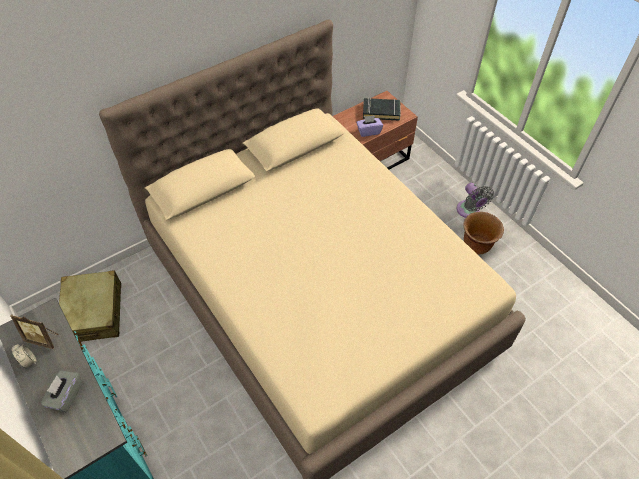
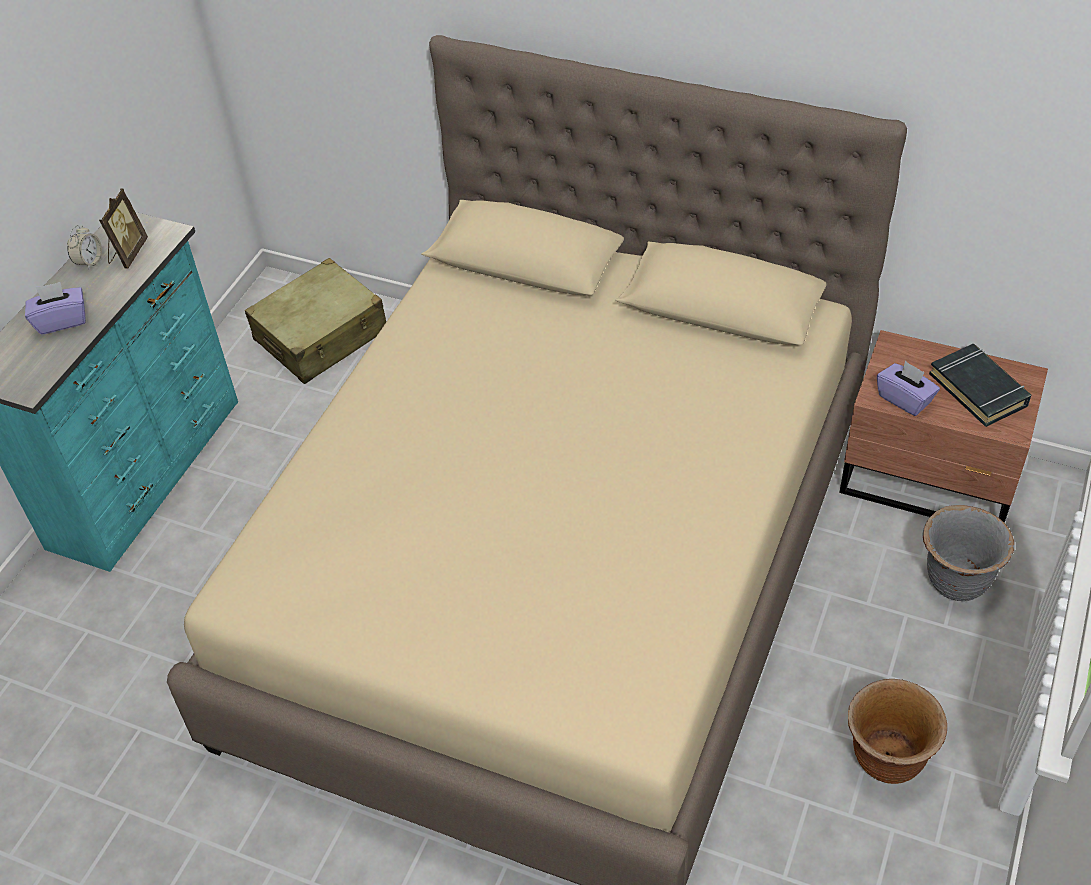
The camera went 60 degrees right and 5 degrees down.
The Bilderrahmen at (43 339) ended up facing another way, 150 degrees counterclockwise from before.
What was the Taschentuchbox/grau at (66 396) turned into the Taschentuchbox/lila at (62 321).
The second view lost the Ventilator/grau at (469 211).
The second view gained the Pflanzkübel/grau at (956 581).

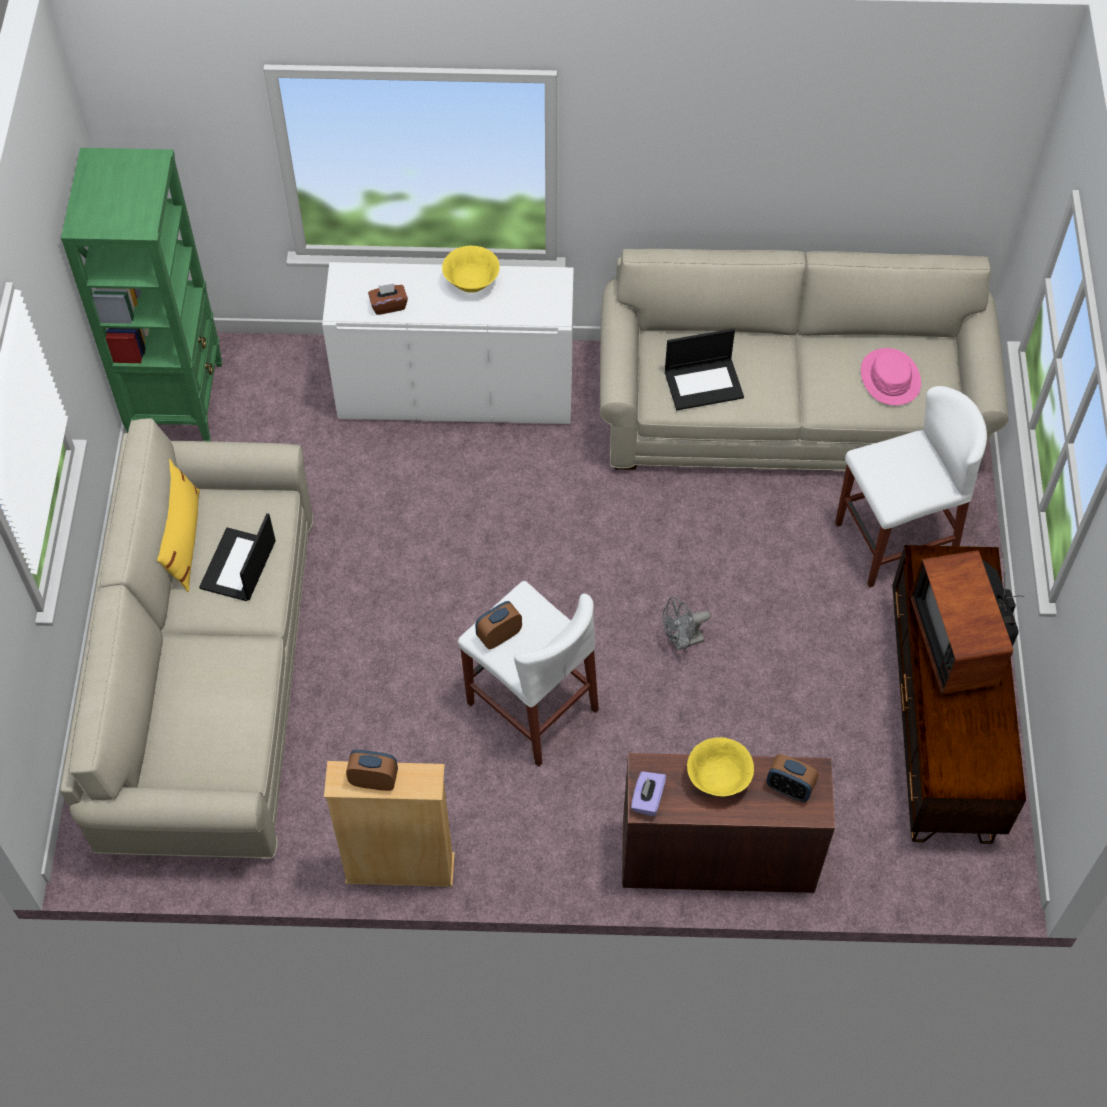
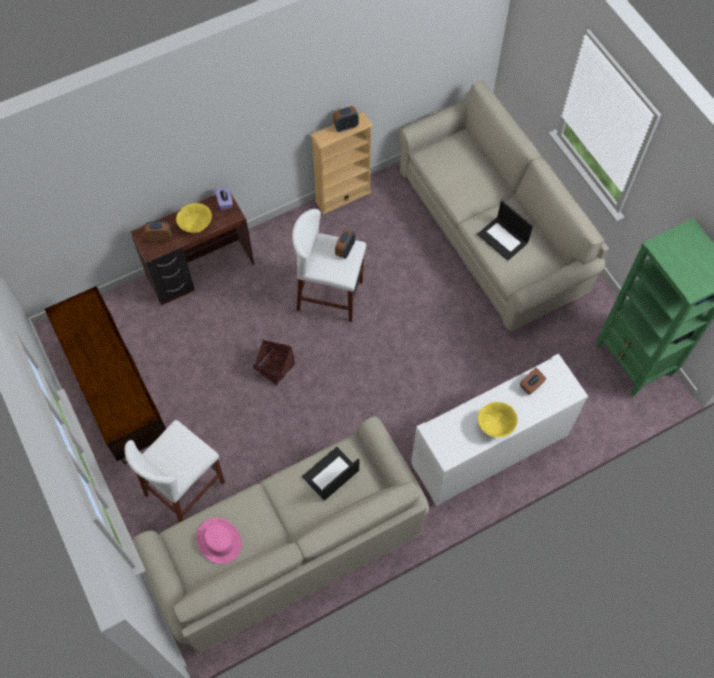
The camera went 150 degrees right and 5 degrees up.
The second view lost the Kissen/gelb at (183 540).
The Laptop at (238 566) ended up facing another way, 150 degrees clockwise from before.
Where the Ventilator/grau stood at (682 641), the Korb came to stand at (274 367).
The second view lost the Fernseher at (960 641).

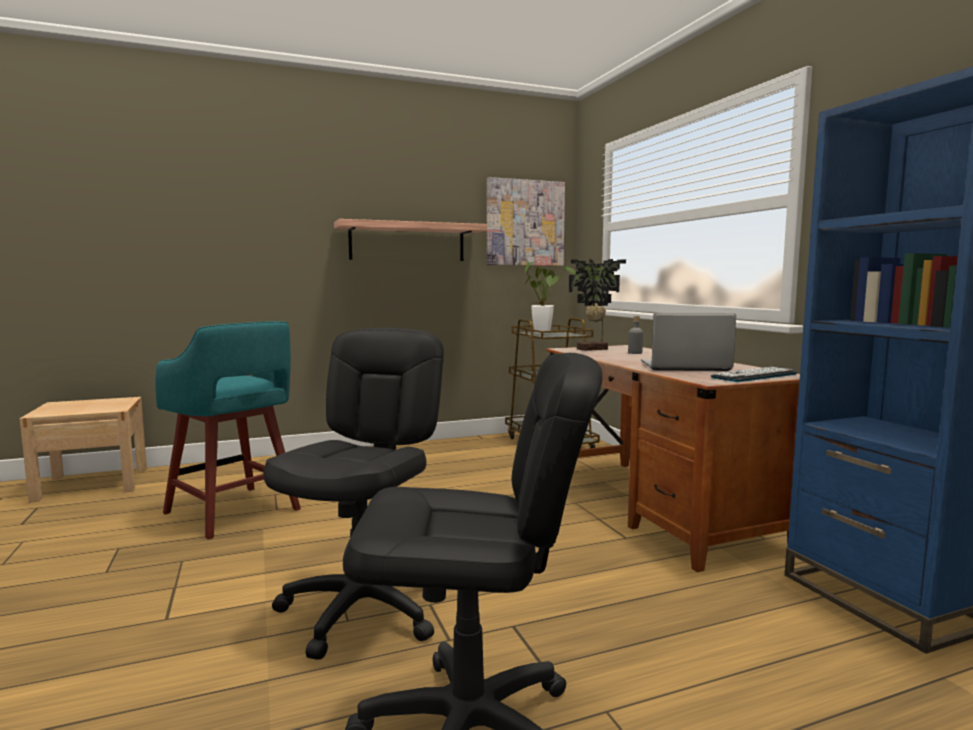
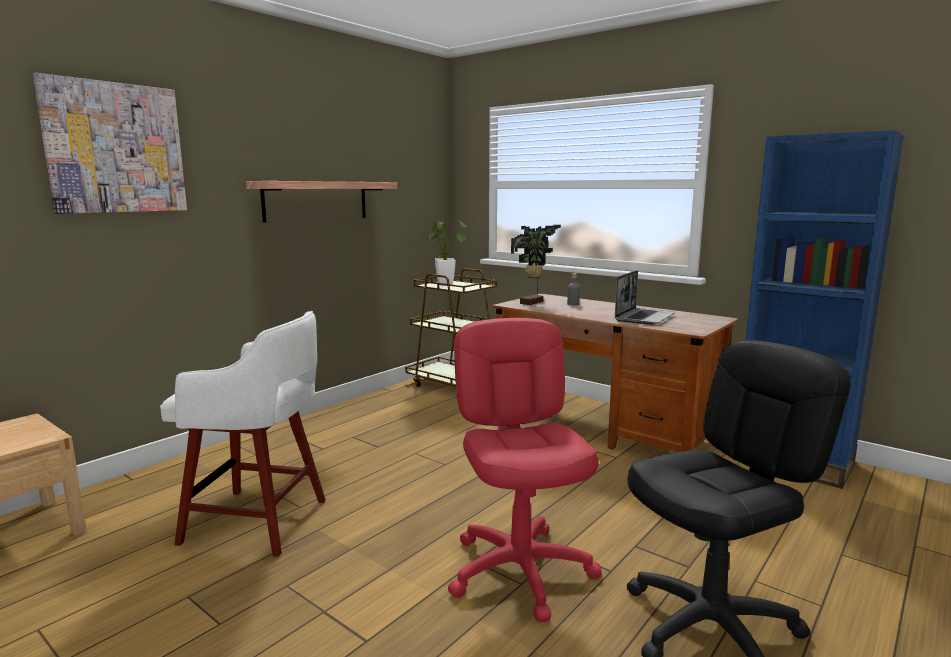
The camera went 30 degrees left and 5 degrees up.
What was the Hocker/türkis at (234 512) turned into the Hocker/weiß at (259 522).
What was the Bürostuhl/schwarz at (364 609) turned into the Bürostuhl/rot at (520 570).
The Bild ended up elsewhere, having gone from (525 223) to (115 148).
The Laptop at (683 367) ended up facing another way, 150 degrees clockwise from before.
The second view lost the Tastatur at (754 376).

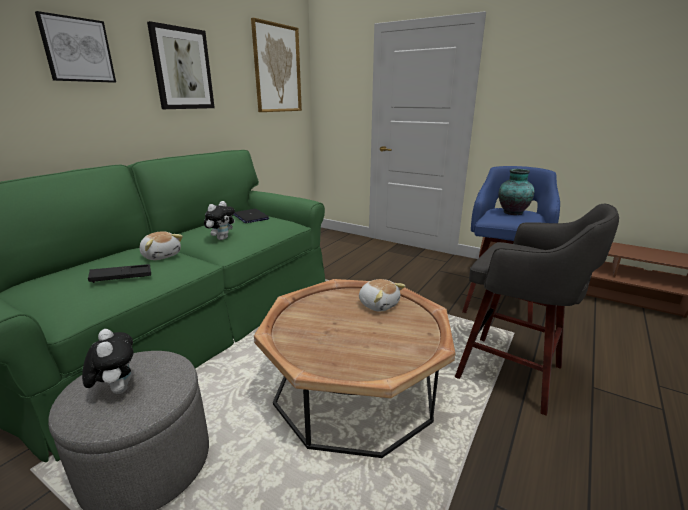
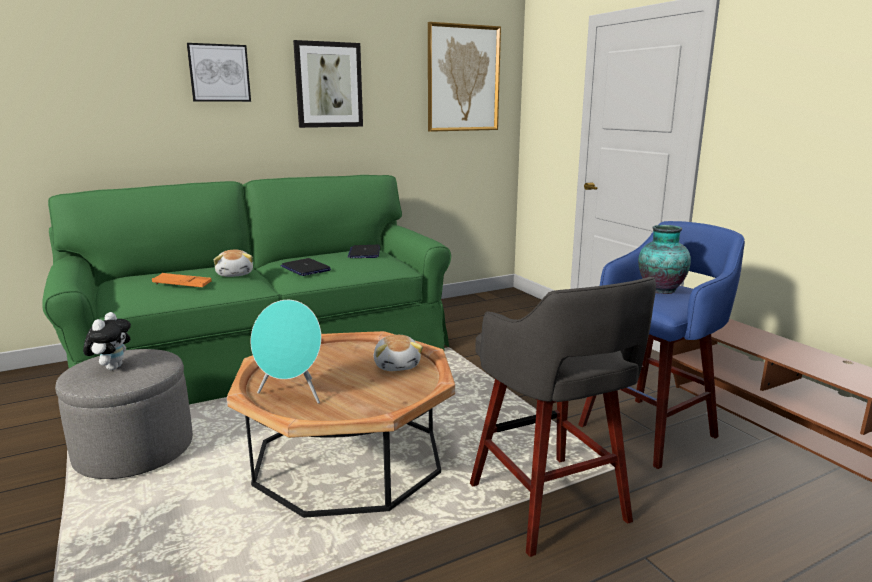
The camera went 30 degrees right and 5 degrees down.
What was the Tablett/schwarz at (121 277) turned into the Tablett/orange at (182 284).
Where the Plüschtier stood at (222 238), the Laptop came to stand at (305 268).
The second view gained the Lautsprecher/türkis at (292 395).

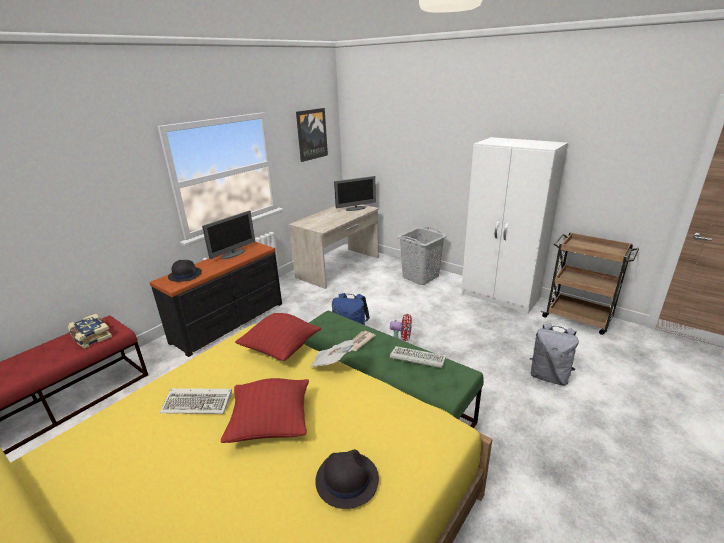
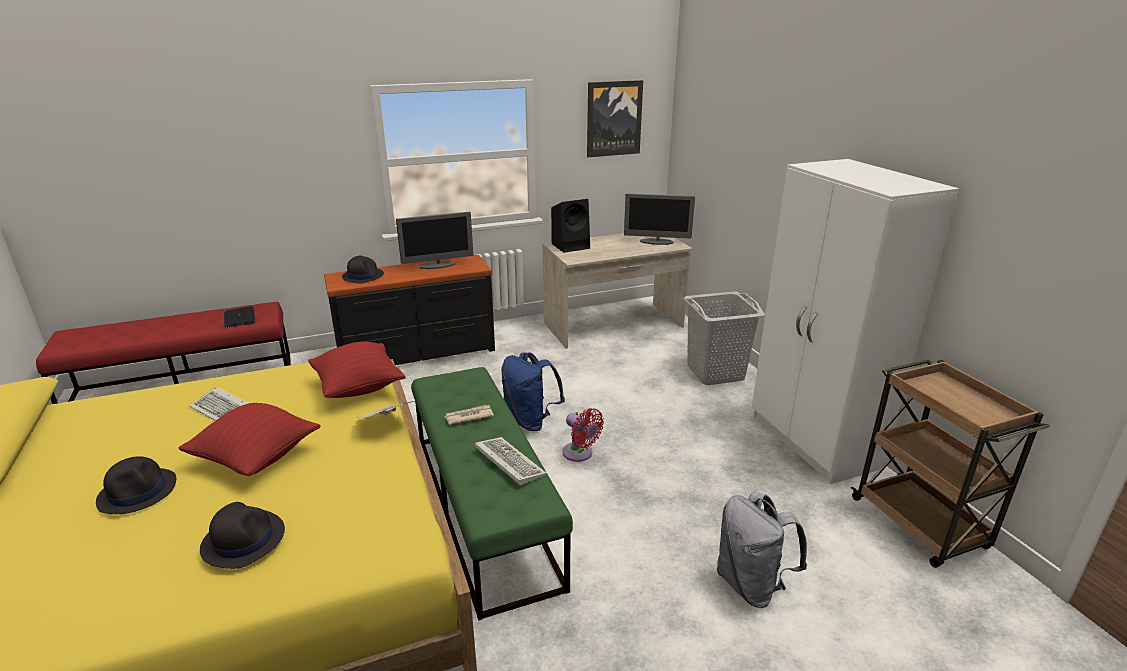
The camera went 30 degrees right and 0 degrees up.
Where the Buch stood at (91 337), the Laptop came to stand at (239 318).
The second view gained the Hut/schwarz at (138 491).
The second view gained the Lautsprecher/schwarz at (571 246).

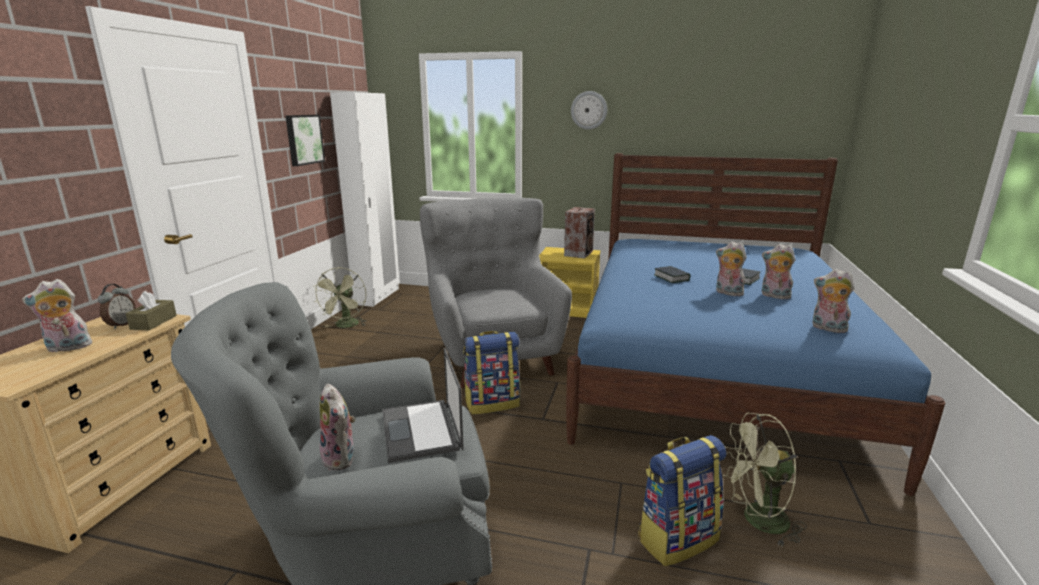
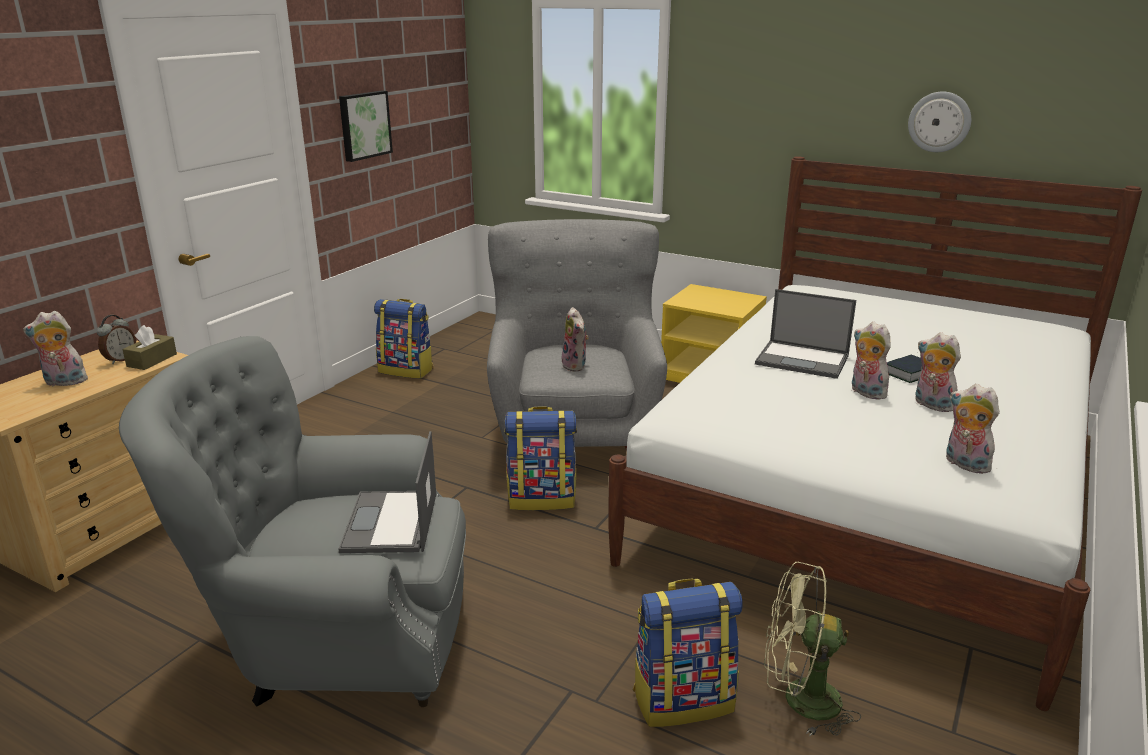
The camera went 15 degrees right and 5 degrees up.
Where the Ventilator/grün stood at (346 326), the Rucksack came to stand at (406 370).
The Plüschtier ended up elsewhere, having gone from (341 458) to (576 366).
The second view lost the Kleiderschrank/weiß at (377 296).
The second view lost the Lautsprecher at (579 253).
What was the Bett/blau at (712 369) turned into the Bett/weiß at (869 493).
The Wanduhr ended up elsewhere, having gone from (589 110) to (939 122).
Where the Buch stood at (671 278), the Laptop came to stand at (803 360).

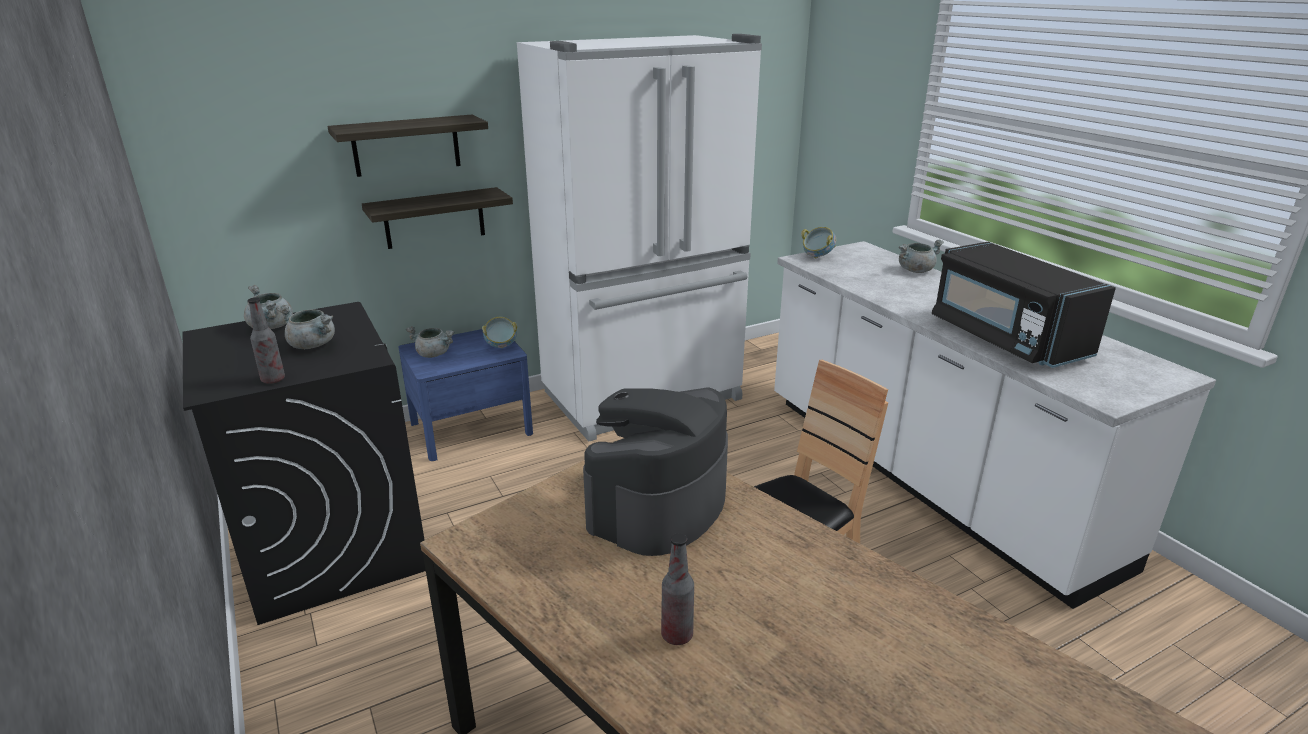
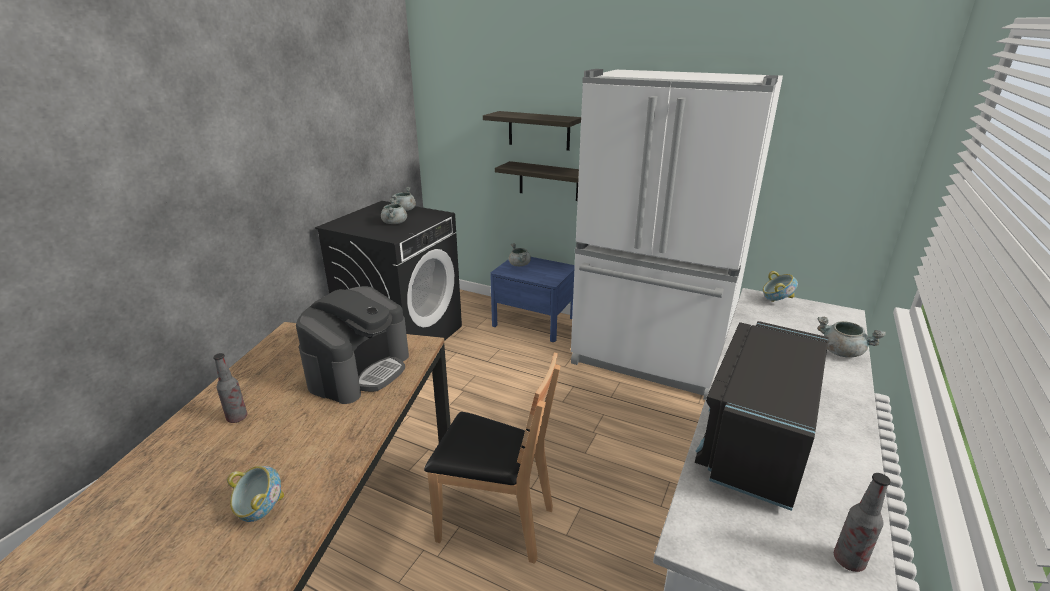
The camera went 55 degrees right and 0 degrees up.
The Flasche ended up elsewhere, having gone from (273 379) to (848 560).
The Schüssel ended up elsewhere, having gone from (501 346) to (260 511).
The Kaffeemaschine at (657 505) ended up facing another way, 120 degrees clockwise from before.

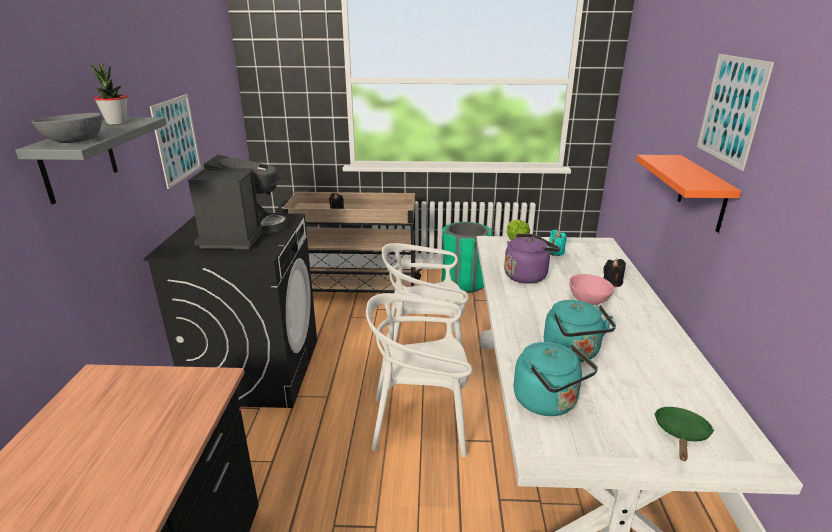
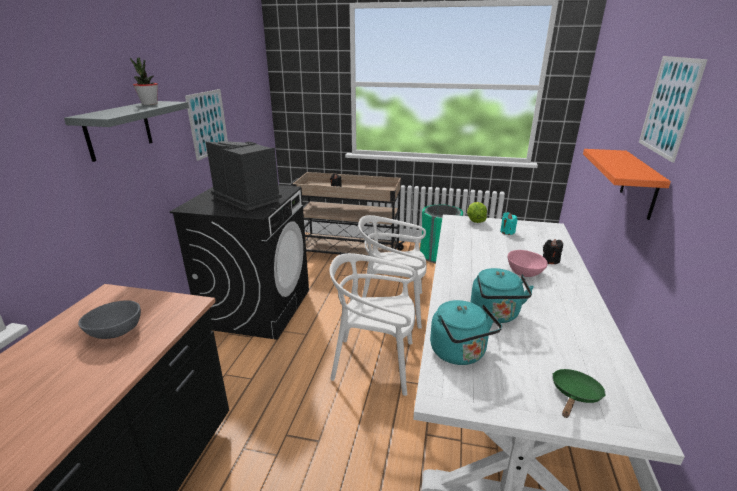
The camera went 10 degrees right and 0 degrees up.
The Schüssel/grau ended up elsewhere, having gone from (75 141) to (117 332).
The Kaffeemaschine at (242 234) ended up facing another way, 60 degrees counterclockwise from before.
The second view lost the Wasserkessel/lila at (527 275).

